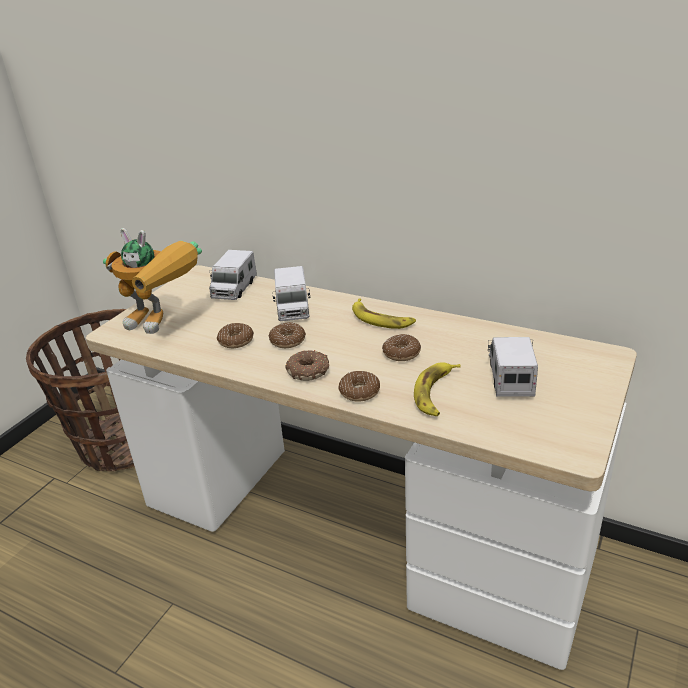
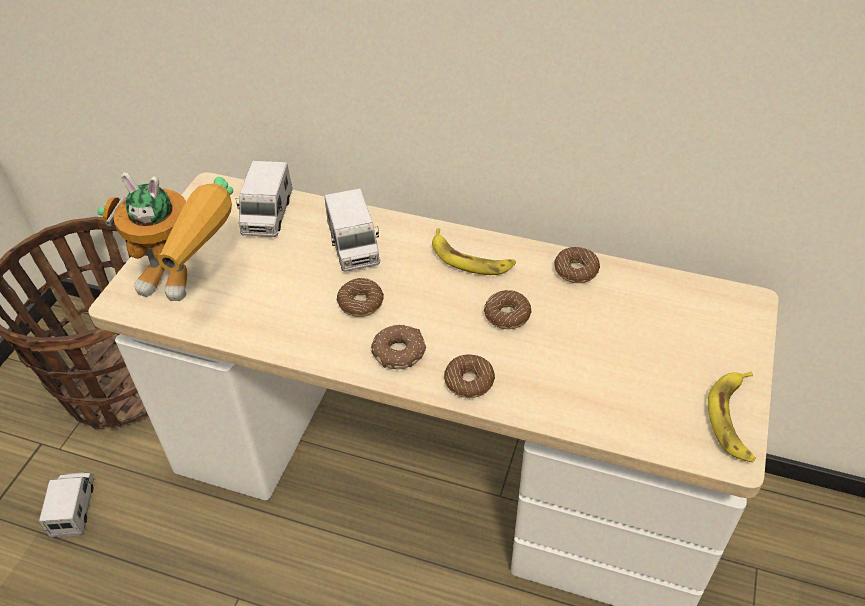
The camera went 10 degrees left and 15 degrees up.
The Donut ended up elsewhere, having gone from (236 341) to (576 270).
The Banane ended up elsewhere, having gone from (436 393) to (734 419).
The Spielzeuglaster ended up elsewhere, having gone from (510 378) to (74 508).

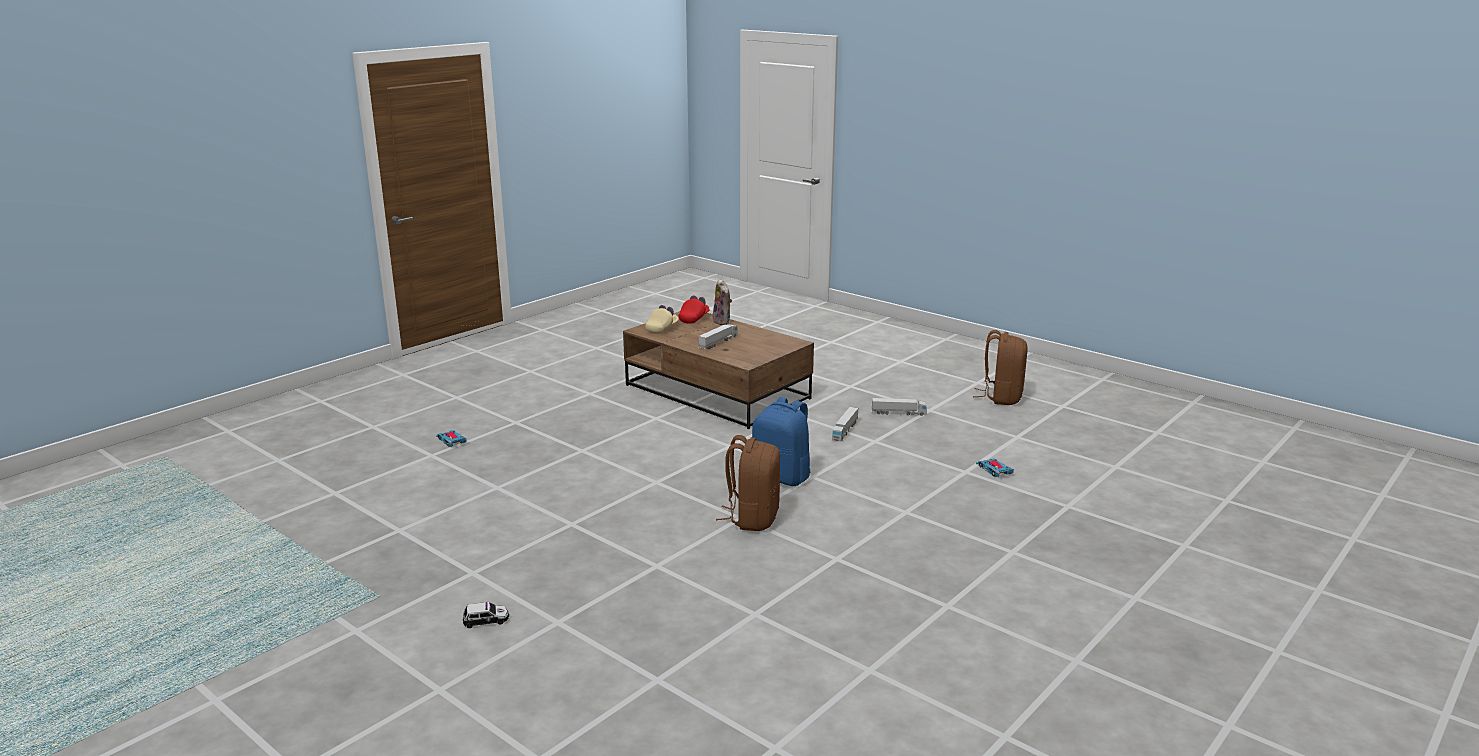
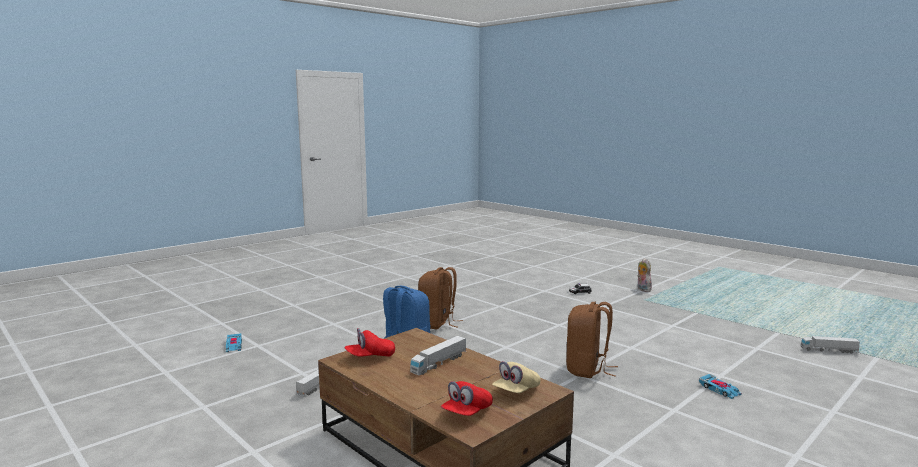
The camera went 175 degrees left and 10 degrees down.
The Plüschtier ended up elsewhere, having gone from (723 322) to (642 289).
The Spielzeuglaster ended up elsewhere, having gone from (898 413) to (829 350).
The Rucksack/braun ended up elsewhere, having gone from (1001 397) to (587 369).
The second view gained the Kappe/rot at (370 357).

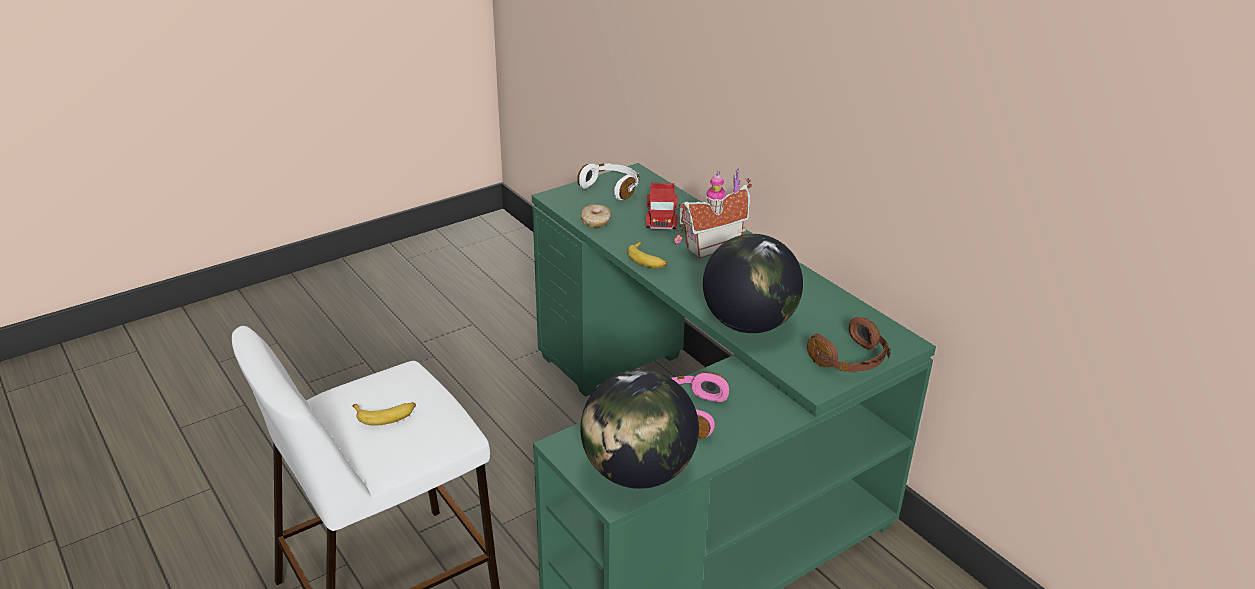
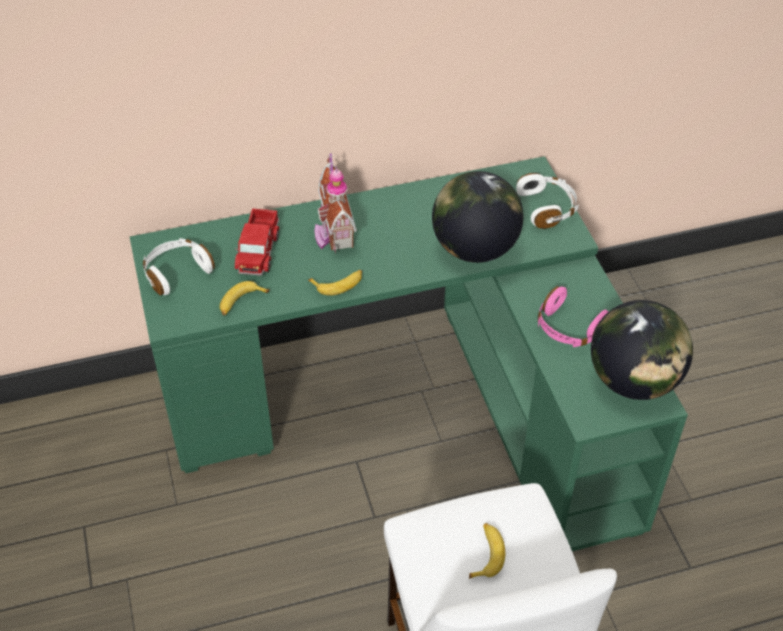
The camera went 70 degrees left and 15 degrees up.
Where the Donut stood at (596 221), the Banane came to stand at (241 302).
The Spielzeuglaster at (661 216) ended up facing another way, 75 degrees clockwise from before.
What was the Kopfhörer/braun at (850 360) turned into the Kopfhörer/weiß at (547 208).

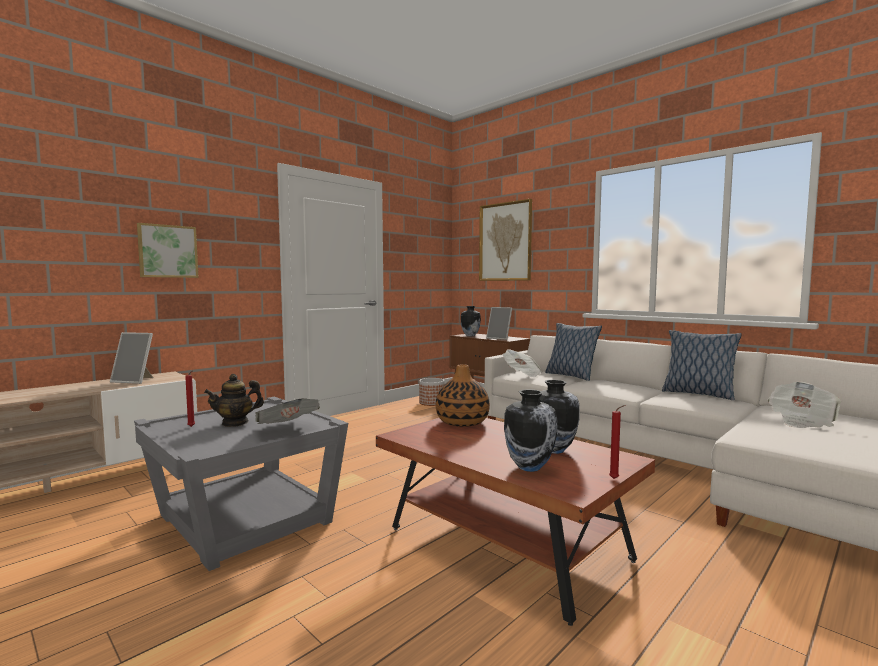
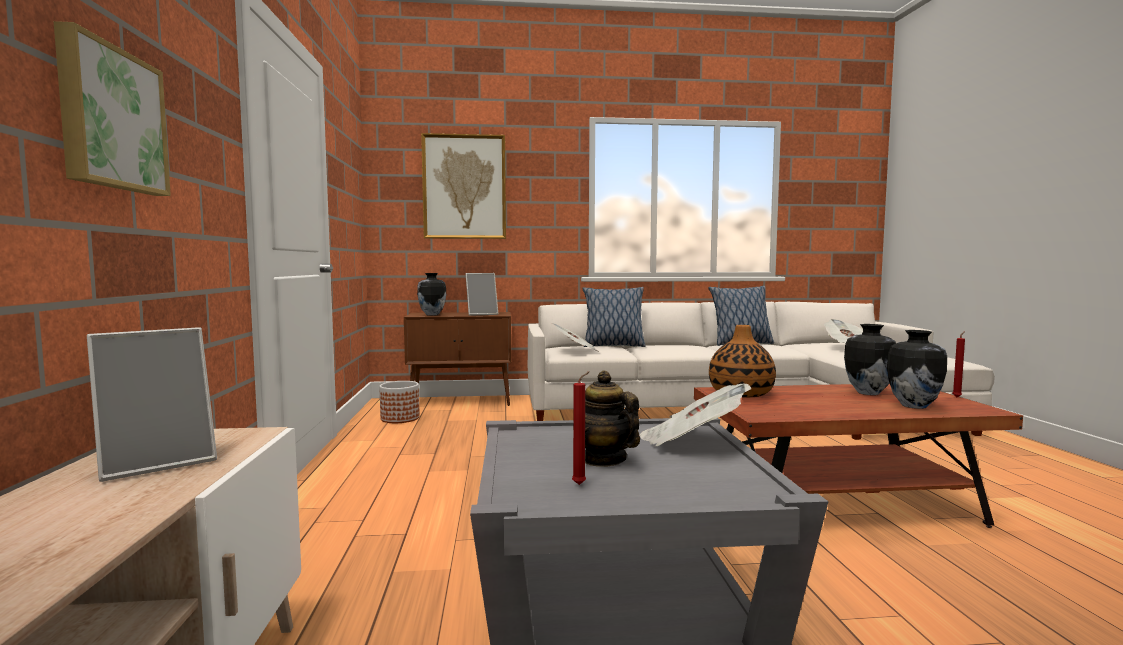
The camera went 50 degrees left and 0 degrees up.
The Teekanne at (235 423) ended up facing another way, 135 degrees clockwise from before.

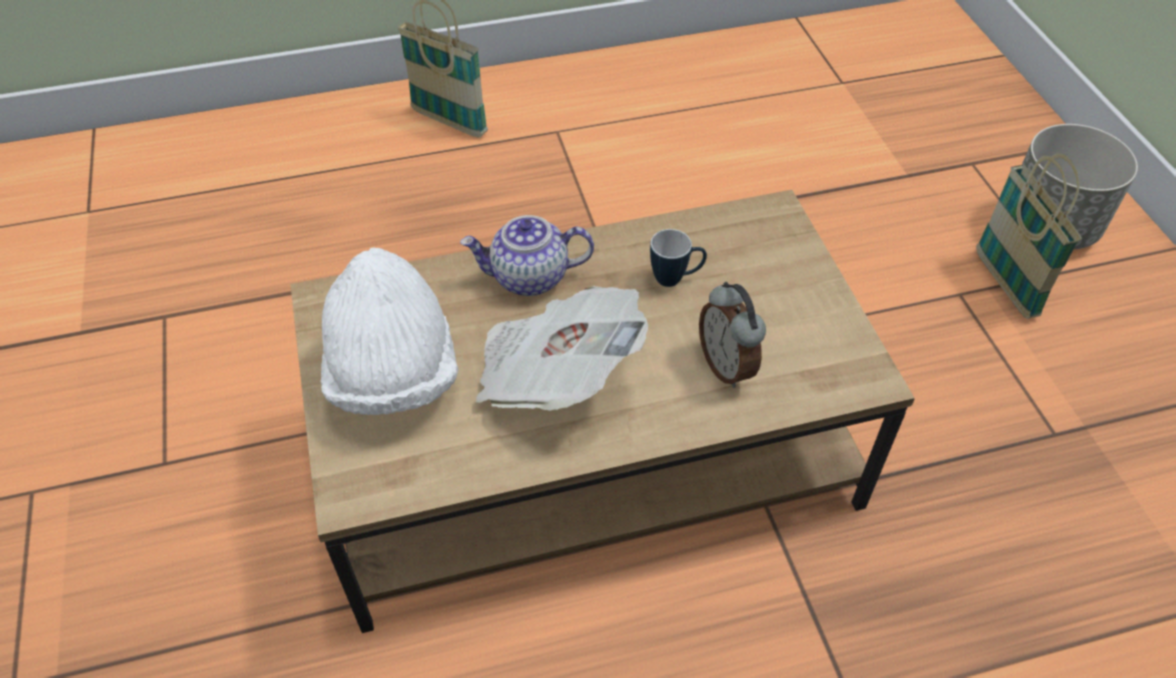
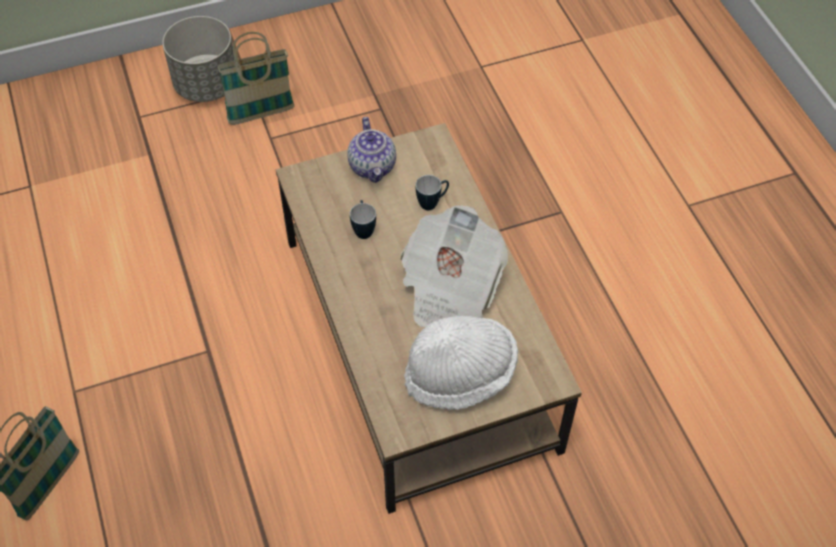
The camera went 95 degrees left and 5 degrees up.
The Teekanne ended up elsewhere, having gone from (529 278) to (373 166).
Where the Wecker stood at (727 366), the Henkelbecher came to stand at (432 203).

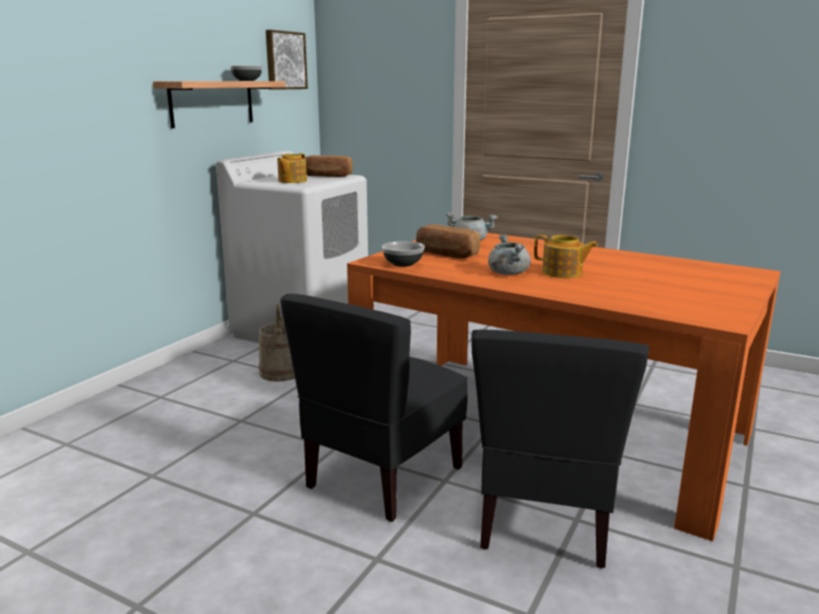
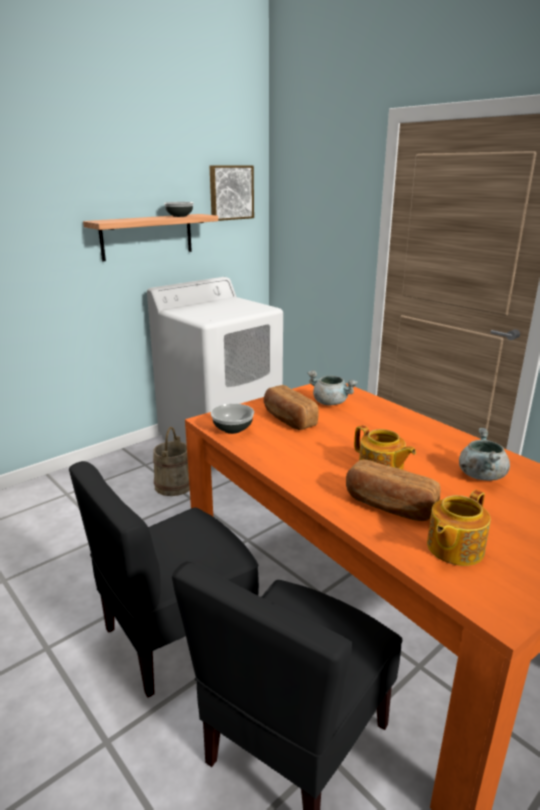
The camera went 20 degrees right and 5 degrees up.
The Teekanne ended up elsewhere, having gone from (292 181) to (453 548).
The Brot ended up elsewhere, having gone from (327 176) to (389 506).
The Kochtopf/grau ended up elsewhere, having gone from (507 273) to (480 475).

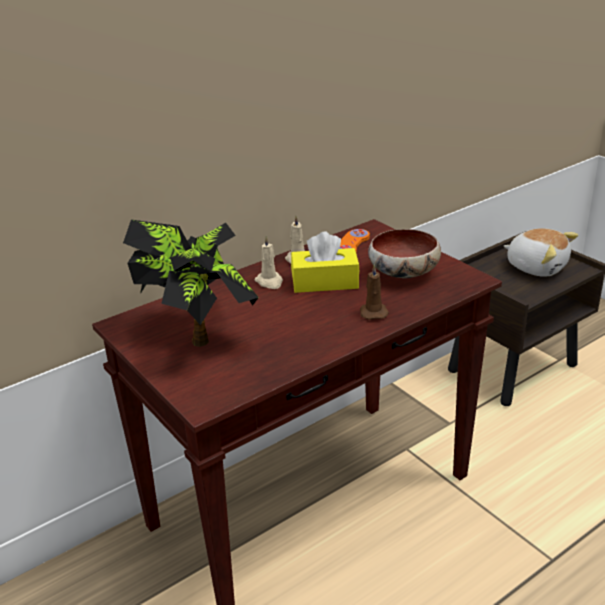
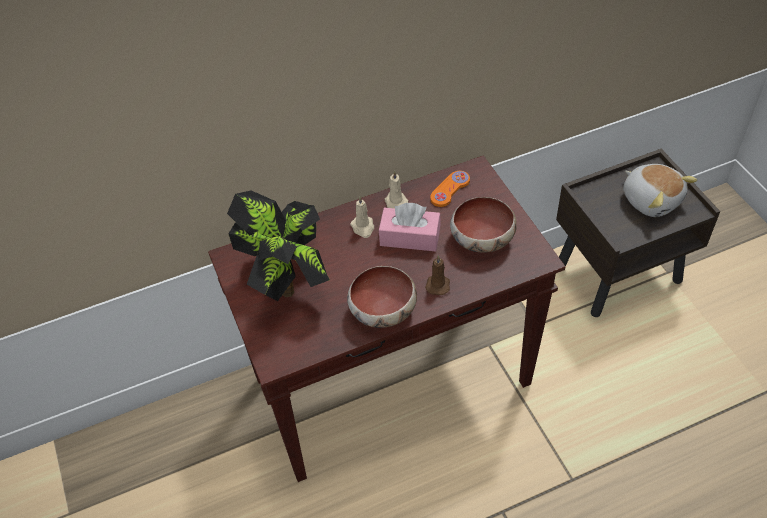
The camera went 15 degrees right and 20 degrees up.
What was the Taschentuchbox/gelb at (325 282) turned into the Taschentuchbox/rosa at (410 237).
The second view gained the Schüssel at (382 311).

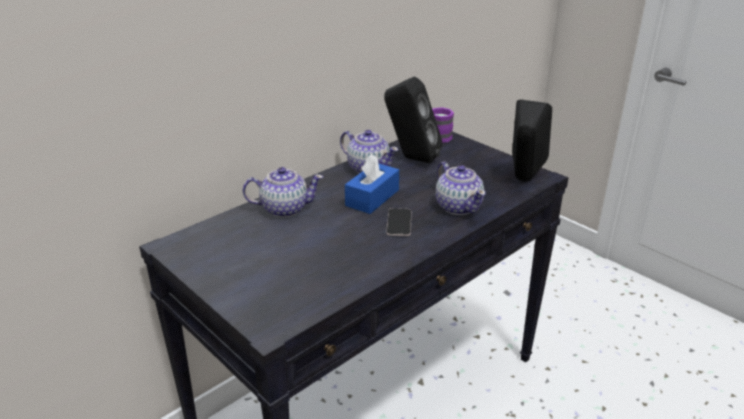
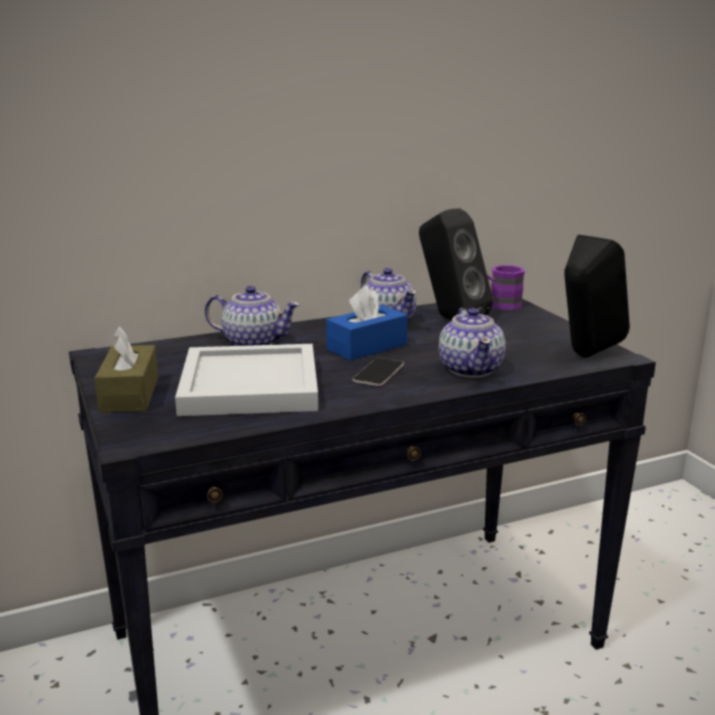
The camera went 20 degrees right and 10 degrees down.
The second view gained the Taschentuchbox/braun at (130 394).
The second view gained the Tablett/weiß at (247 386).

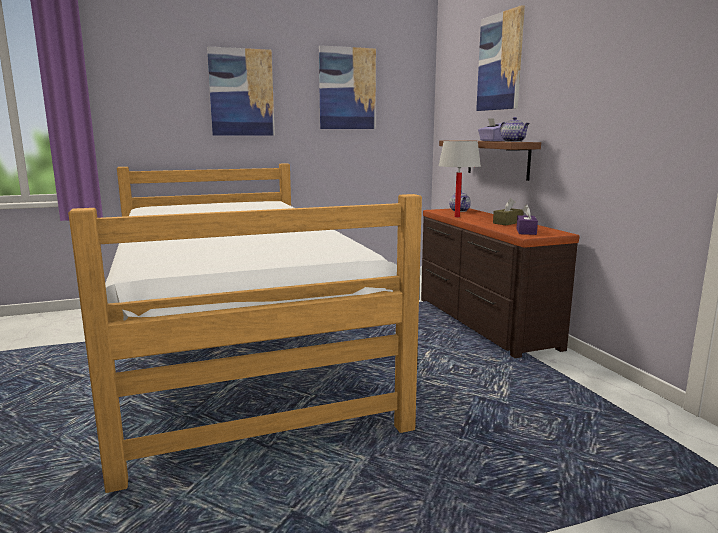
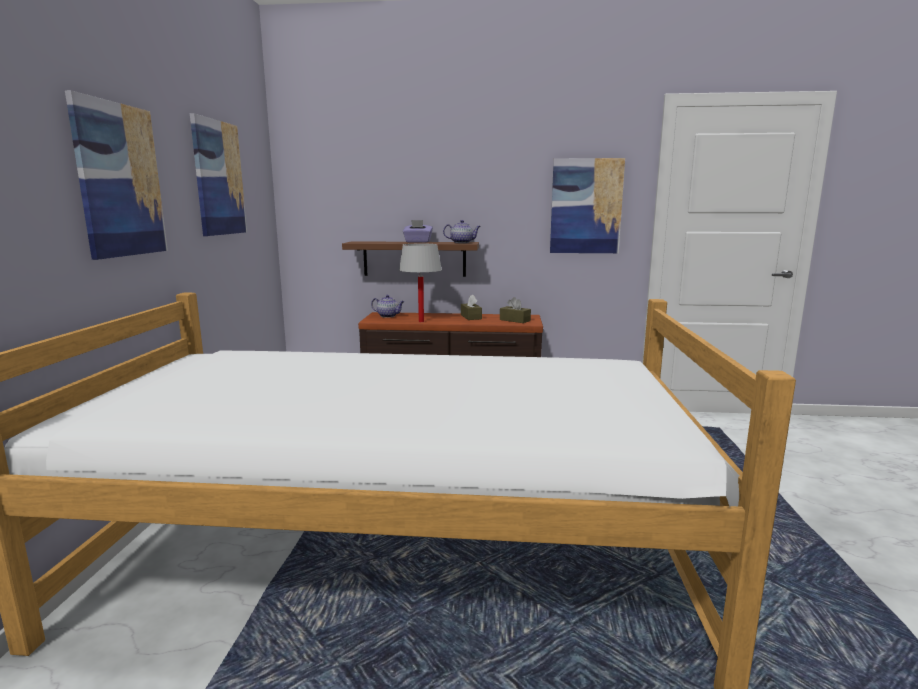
The camera went 65 degrees left and 0 degrees up.
The Bild ended up elsewhere, having gone from (500 62) to (586 206).
What was the Taschentuchbox/lila at (526 231) turned into the Taschentuchbox/braun at (515 320).

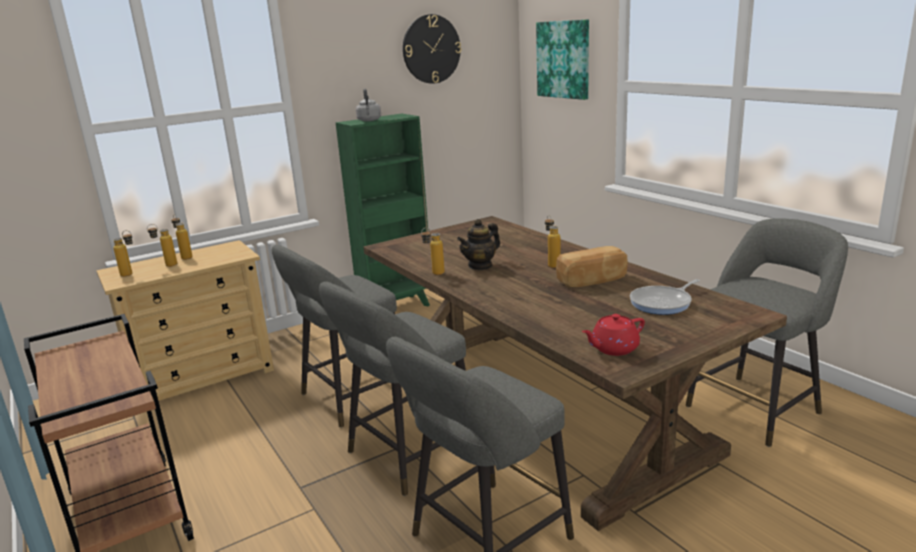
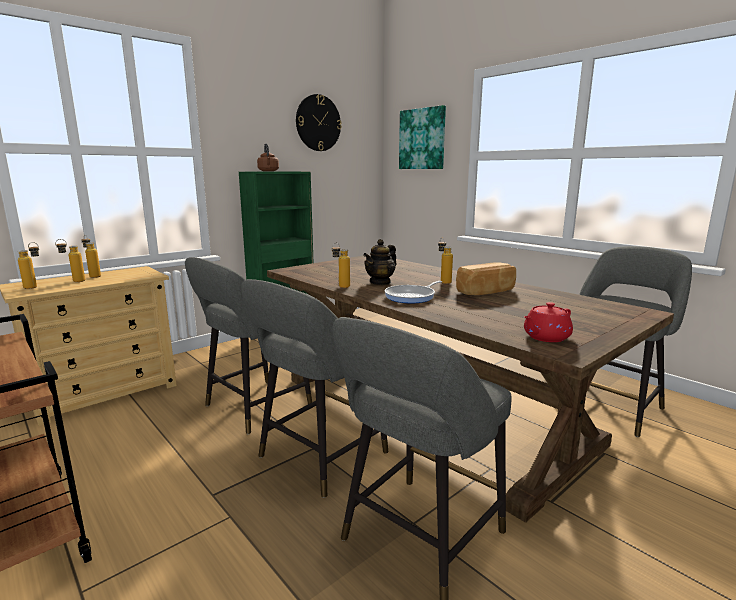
The camera went 10 degrees left and 5 degrees down.
What was the Wasserkessel/grau at (369 120) turned into the Wasserkessel/braun at (268 171).
The Pfanne ended up elsewhere, having gone from (663 303) to (412 297).

